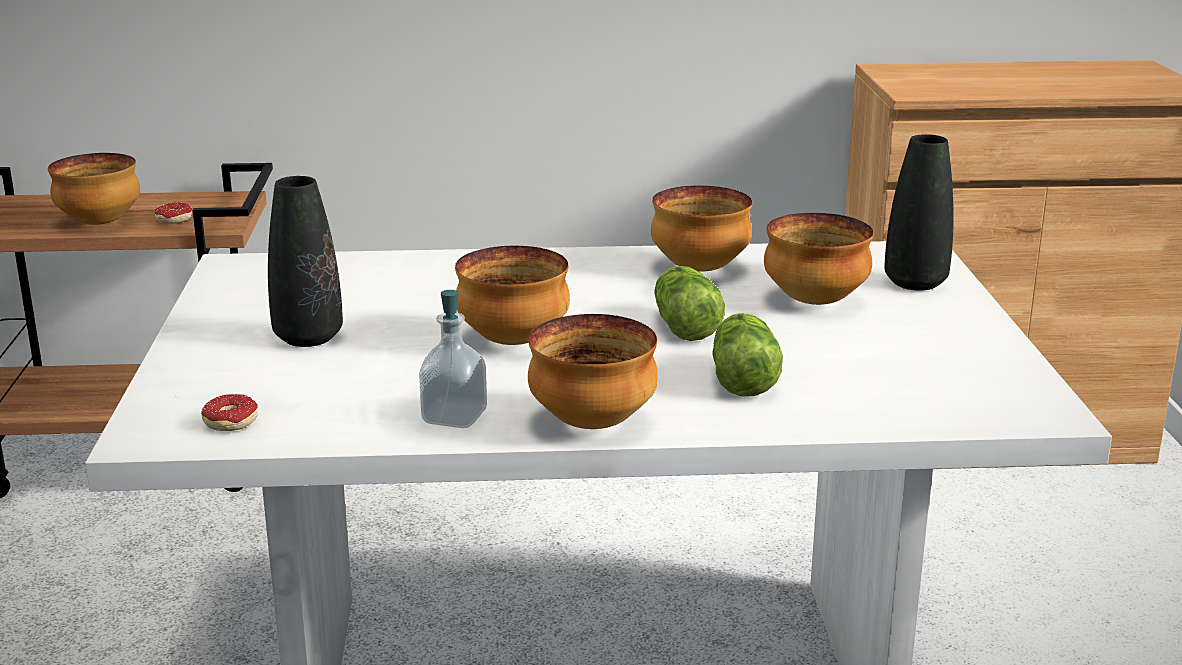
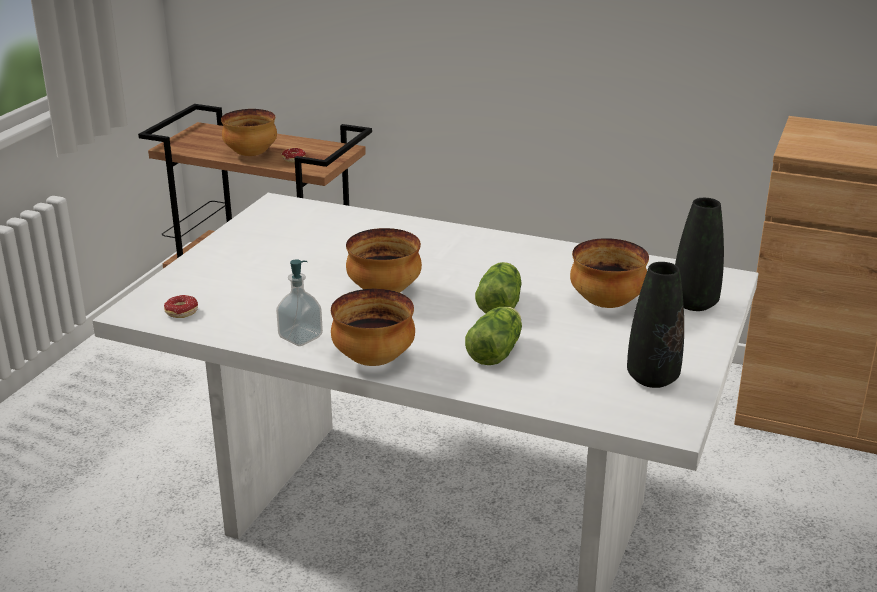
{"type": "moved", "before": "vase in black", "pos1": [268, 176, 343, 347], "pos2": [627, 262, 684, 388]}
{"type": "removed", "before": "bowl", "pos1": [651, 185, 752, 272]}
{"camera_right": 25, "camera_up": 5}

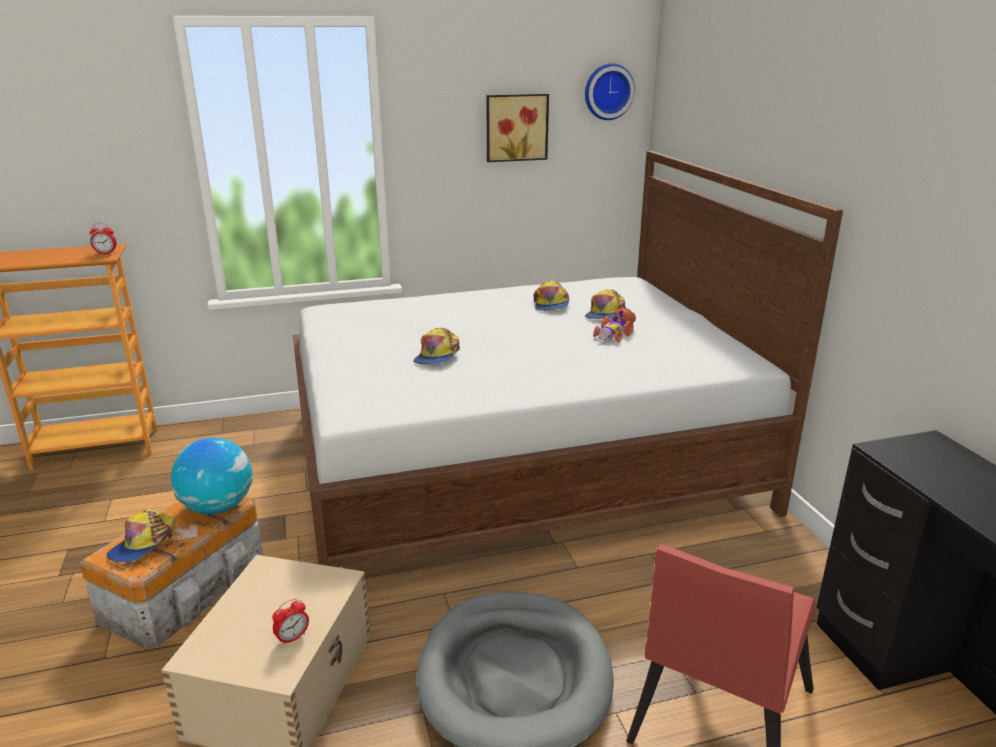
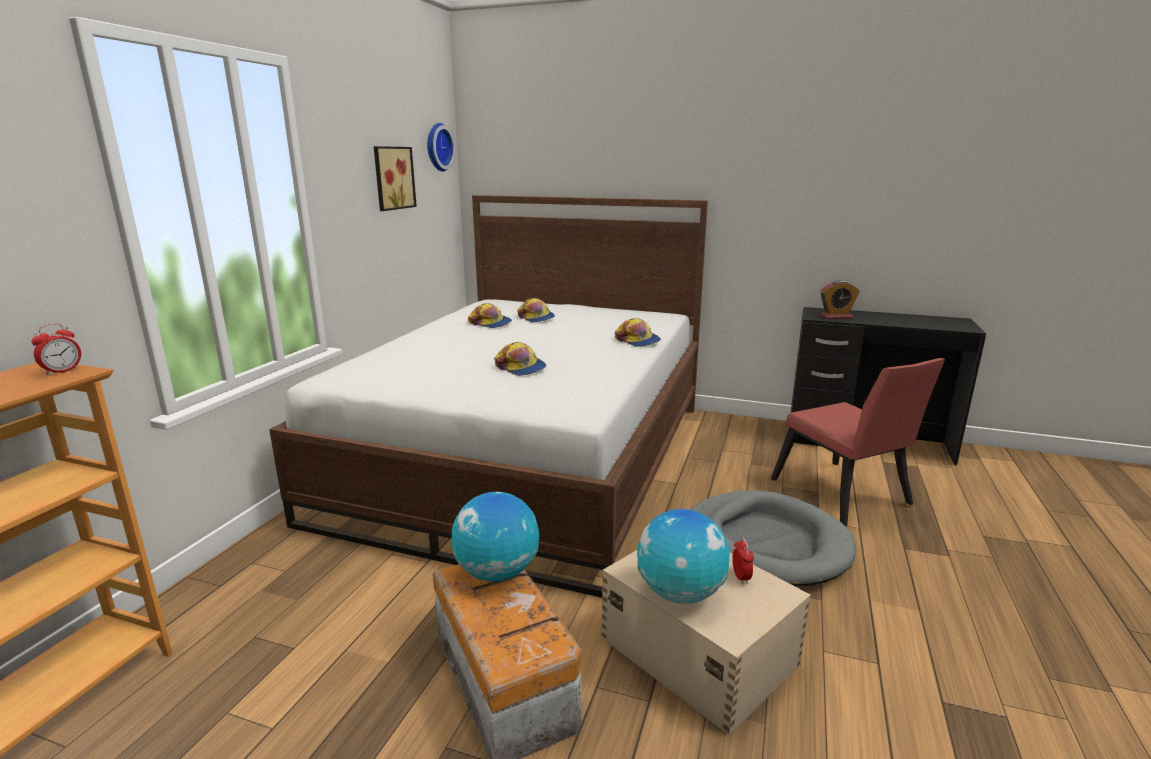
{"type": "removed", "before": "toy car", "pos1": [593, 308, 636, 342]}
{"type": "moved", "before": "cap", "pos1": [106, 508, 175, 562], "pos2": [615, 318, 661, 347]}
{"type": "added", "after": "alarm clock", "pos2": [820, 280, 860, 319]}
{"type": "added", "after": "globe", "pos2": [637, 509, 730, 604]}
{"camera_right": -55, "camera_up": -5}

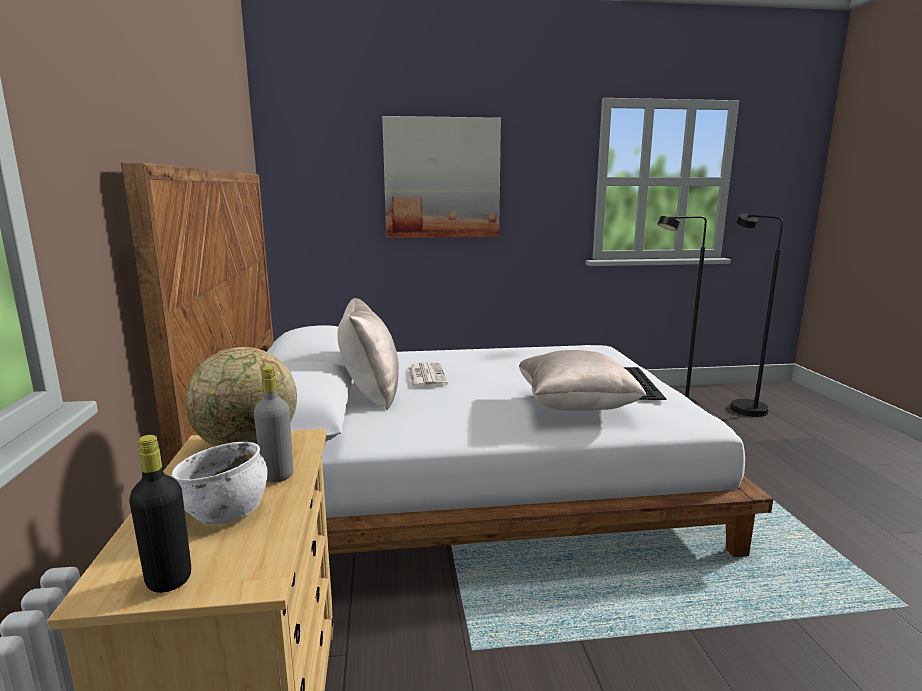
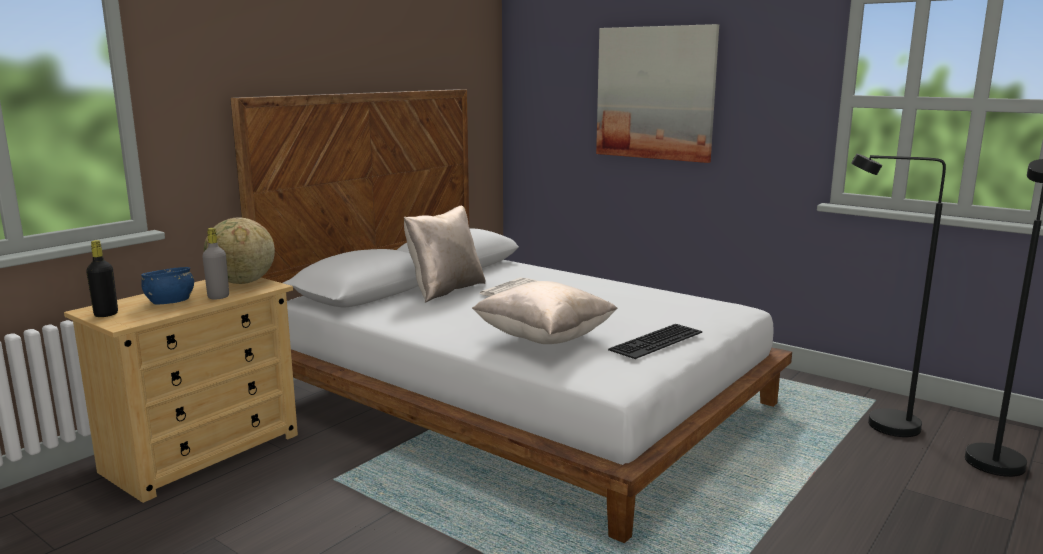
{"type": "recoloured", "before": "bowl in white", "after": "bowl in blue", "pos1": [172, 442, 267, 524], "pos2": [141, 267, 194, 304]}
{"camera_right": 45, "camera_up": 0}

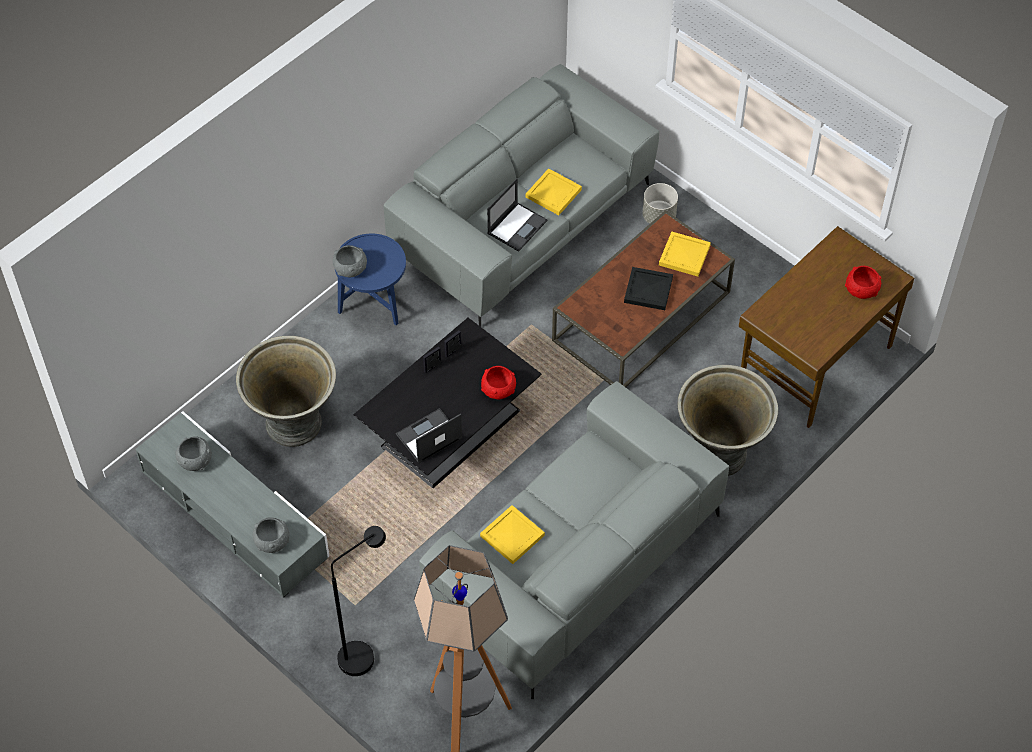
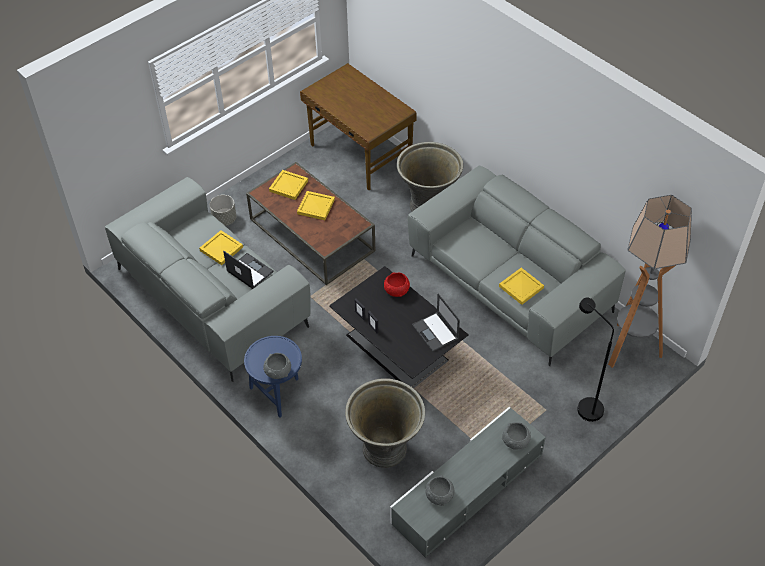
{"type": "removed", "before": "bowl in red", "pos1": [845, 266, 882, 299]}
{"type": "recoloured", "before": "tray in black", "after": "tray in yellow", "pos1": [624, 267, 673, 310], "pos2": [297, 191, 335, 220]}
{"camera_right": -85, "camera_up": -5}

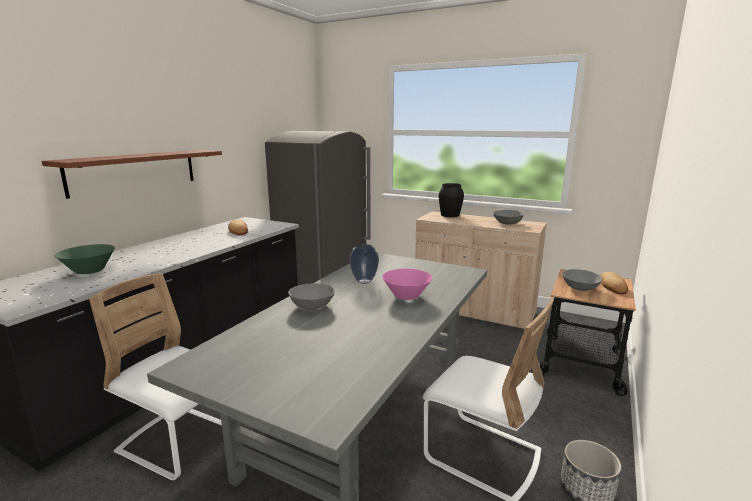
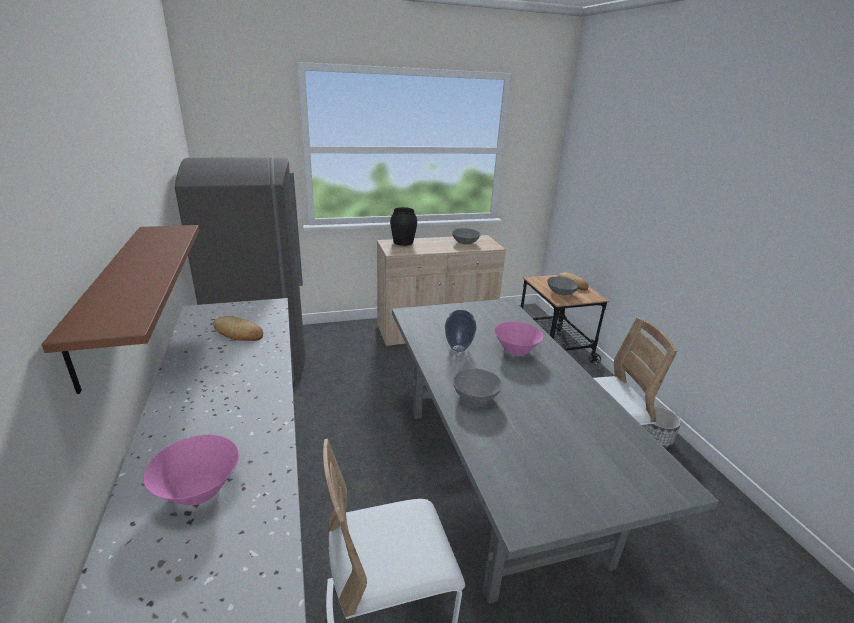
{"type": "recoloured", "before": "bowl in green", "after": "bowl in pink", "pos1": [55, 244, 115, 274], "pos2": [143, 435, 239, 506]}
{"camera_right": -45, "camera_up": 10}

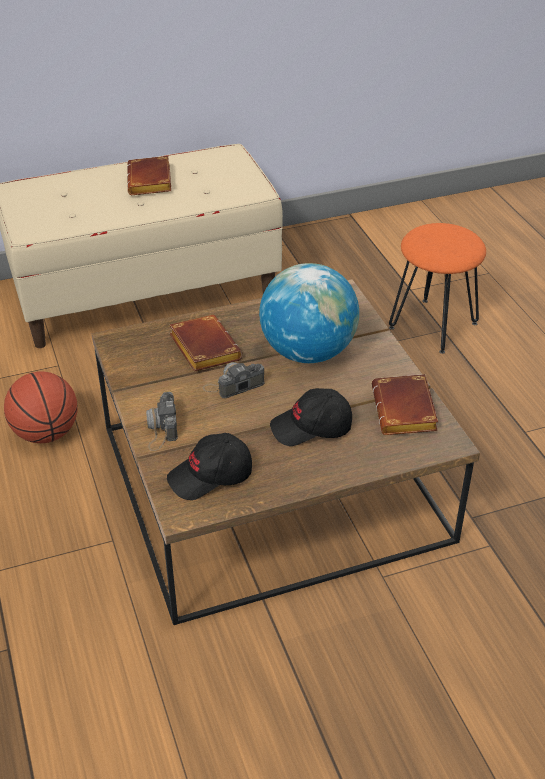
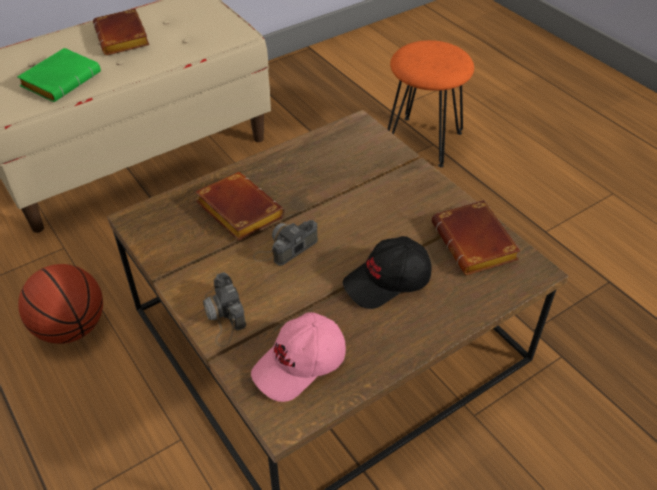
{"type": "removed", "before": "globe", "pos1": [259, 263, 359, 363]}
{"type": "recoloured", "before": "cap in black", "after": "cap in pink", "pos1": [167, 433, 252, 500], "pos2": [251, 312, 346, 402]}
{"type": "added", "after": "book in green", "pos2": [17, 48, 101, 102]}
{"camera_right": -15, "camera_up": 5}

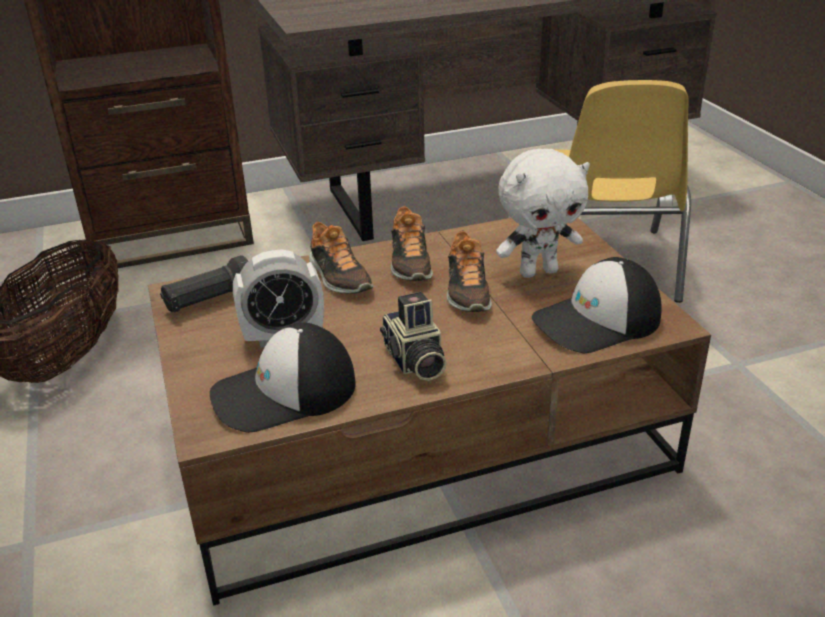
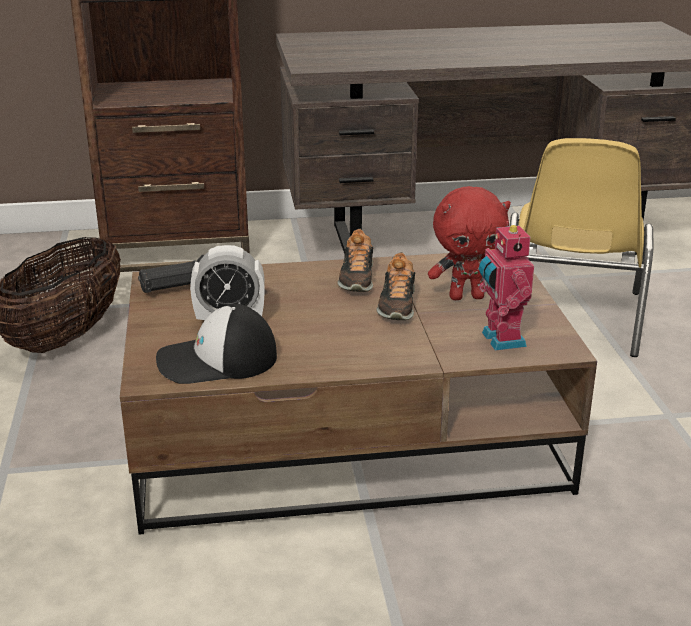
{"type": "recoloured", "before": "plush toy in white", "after": "plush toy in red", "pos1": [496, 149, 590, 278], "pos2": [428, 186, 511, 300]}
{"type": "removed", "before": "shoe", "pos1": [309, 221, 373, 294]}
{"type": "replaced", "before": "cap", "after": "toy robot", "pos1": [532, 257, 662, 353], "pos2": [479, 221, 534, 351]}
{"type": "removed", "before": "photo camera", "pos1": [380, 292, 447, 381]}
{"camera_right": 10, "camera_up": -5}

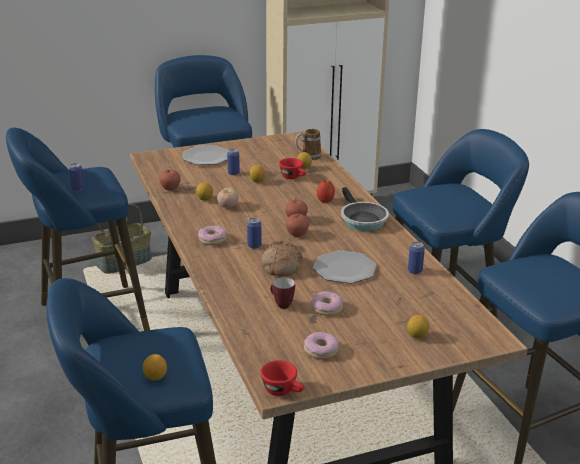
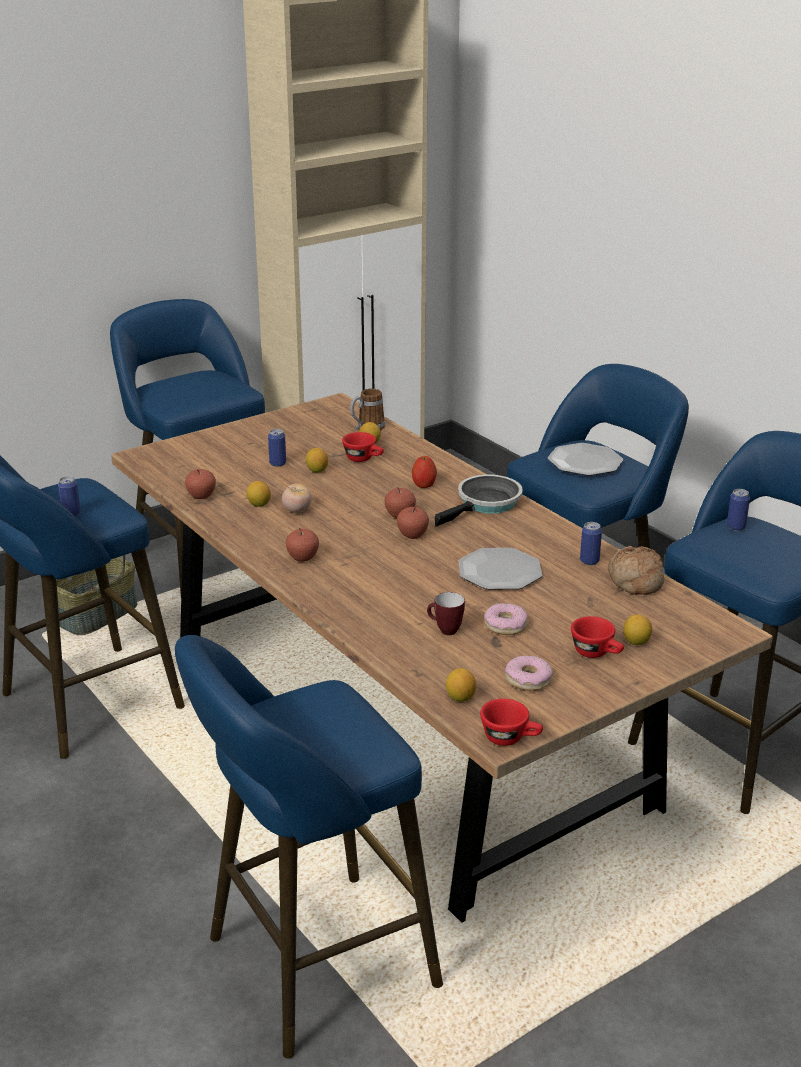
{"type": "moved", "before": "plate", "pos1": [183, 145, 228, 165], "pos2": [548, 443, 623, 476]}
{"type": "turned", "before": "frying pan", "pos1": [341, 187, 389, 231], "pos2": [435, 475, 523, 527], "turn": -105}
{"type": "moved", "before": "can", "pos1": [247, 218, 261, 249], "pos2": [727, 489, 750, 531]}
{"type": "replaced", "before": "donut", "after": "apple", "pos1": [198, 225, 227, 245], "pos2": [286, 528, 319, 562]}
{"type": "moved", "before": "bread", "pos1": [261, 241, 303, 277], "pos2": [608, 546, 664, 595]}
{"type": "moved", "before": "lemon", "pos1": [143, 354, 167, 381], "pos2": [446, 668, 476, 702]}
{"type": "added", "after": "cup in red", "pos2": [571, 616, 624, 658]}
{"camera_right": -15, "camera_up": 0}

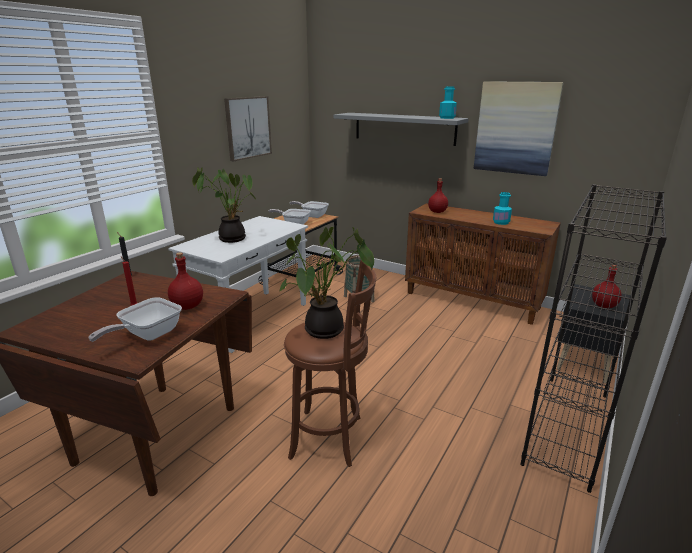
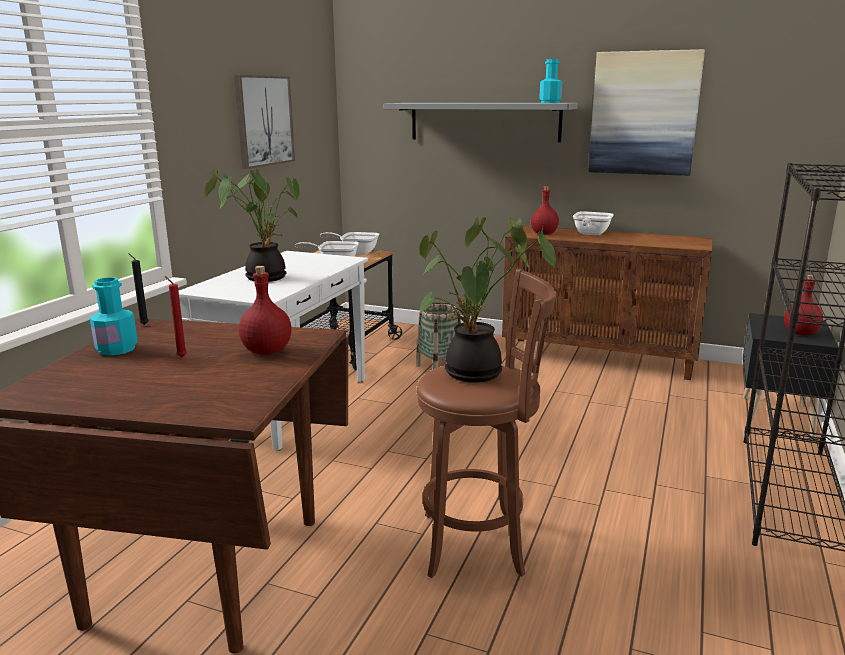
{"type": "moved", "before": "bottle in turquoise", "pos1": [493, 192, 512, 225], "pos2": [90, 277, 138, 356]}
{"type": "moved", "before": "frying pan", "pos1": [88, 297, 182, 342], "pos2": [573, 211, 614, 235]}
{"camera_right": -10, "camera_up": -5}

